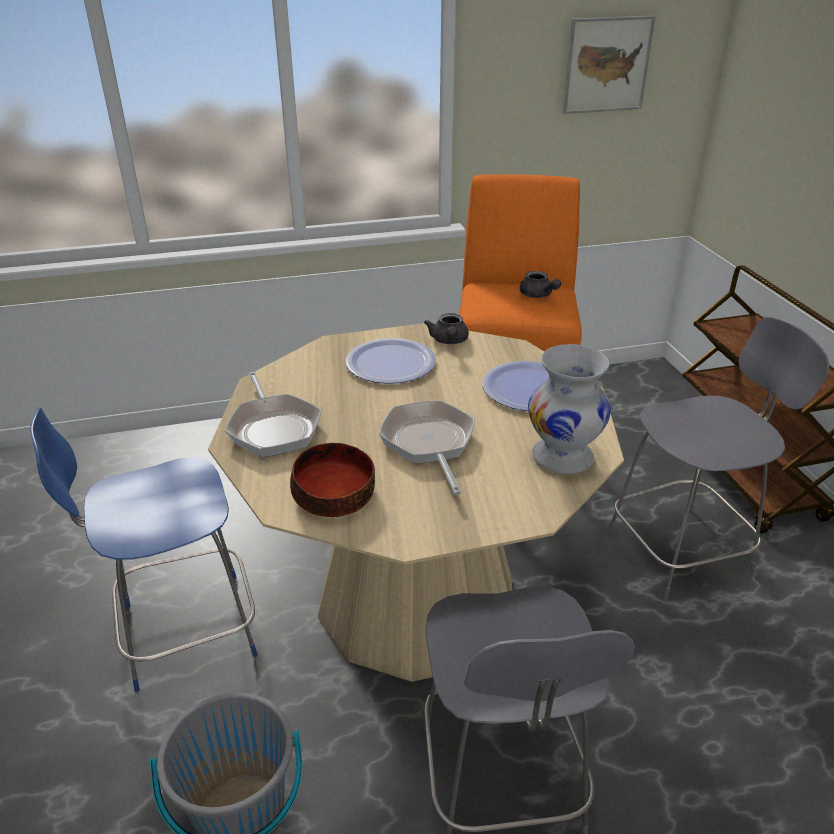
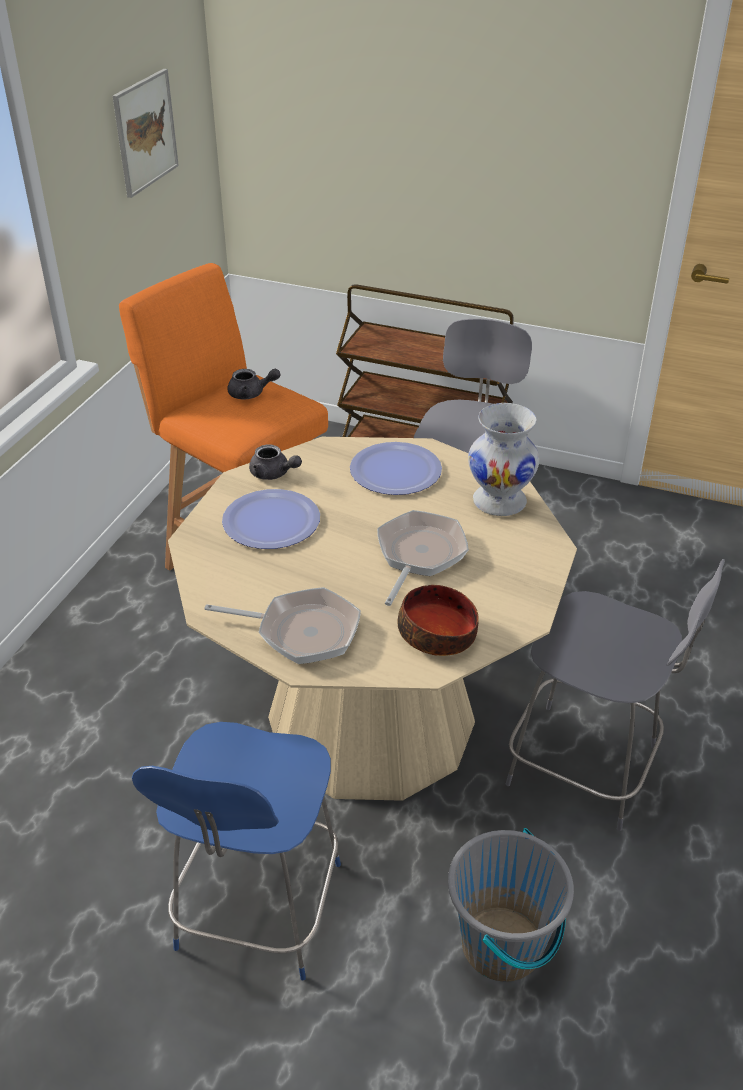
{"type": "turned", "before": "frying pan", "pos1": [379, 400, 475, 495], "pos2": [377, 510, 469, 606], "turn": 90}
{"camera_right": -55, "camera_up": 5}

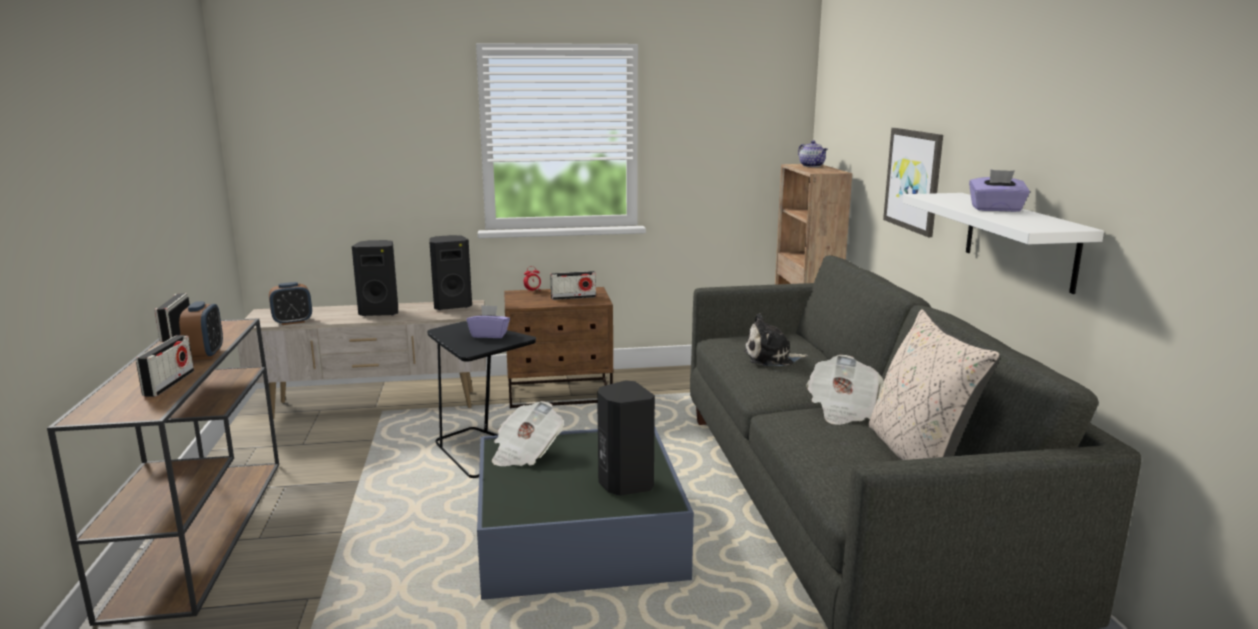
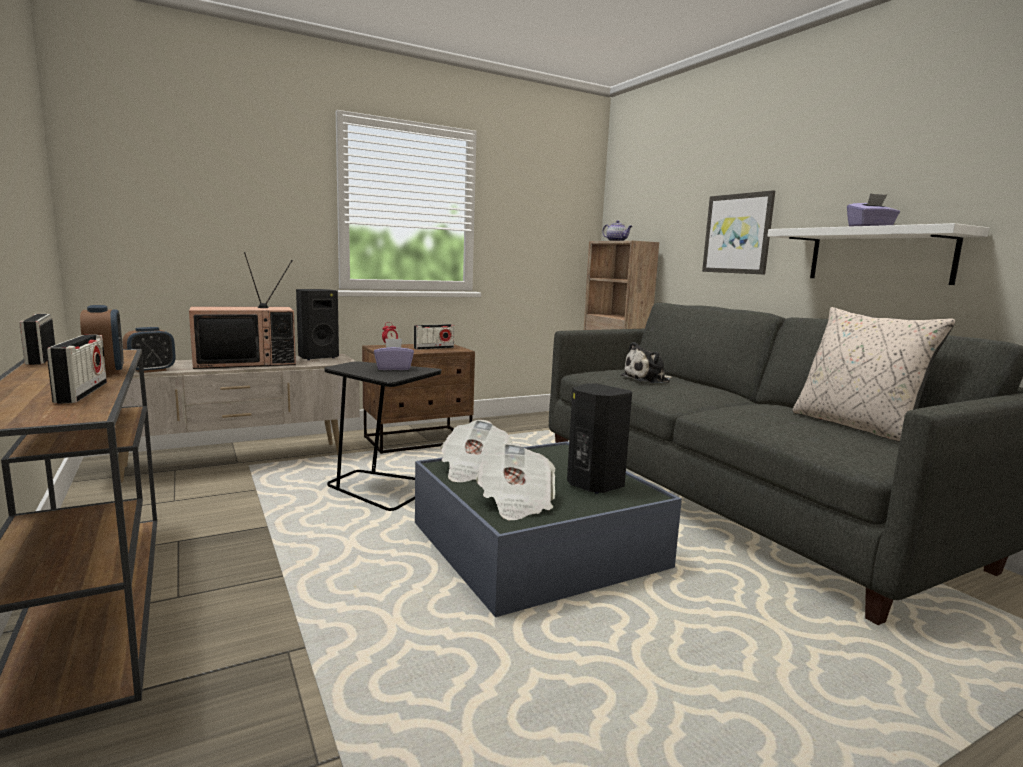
{"type": "replaced", "before": "speaker in black", "after": "television", "pos1": [352, 240, 398, 316], "pos2": [189, 252, 296, 369]}
{"type": "moved", "before": "newspaper", "pos1": [806, 355, 884, 425], "pos2": [476, 443, 555, 520]}
{"camera_right": -20, "camera_up": -5}

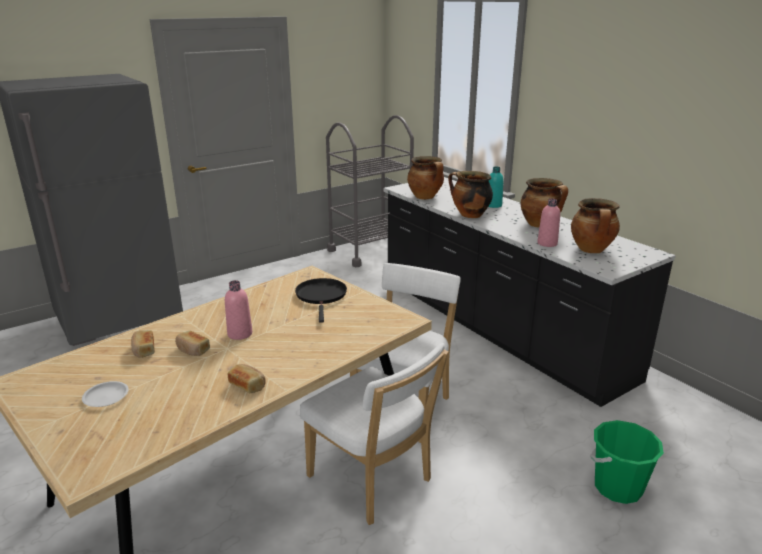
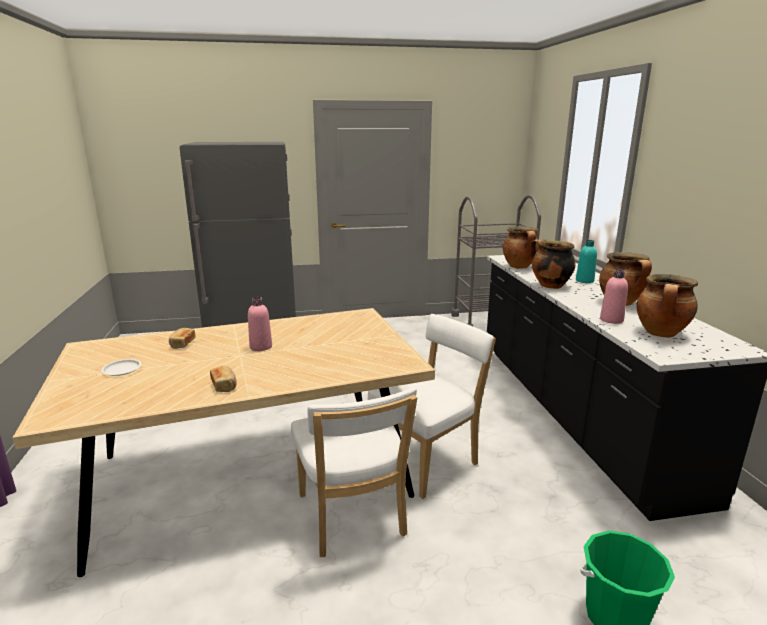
{"type": "removed", "before": "frying pan in black", "pos1": [295, 278, 347, 323]}
{"type": "removed", "before": "bread", "pos1": [175, 331, 210, 356]}
{"camera_right": 25, "camera_up": -5}

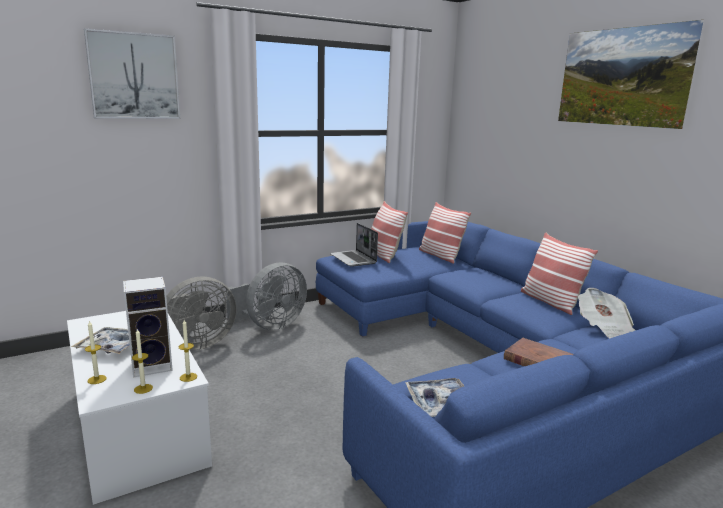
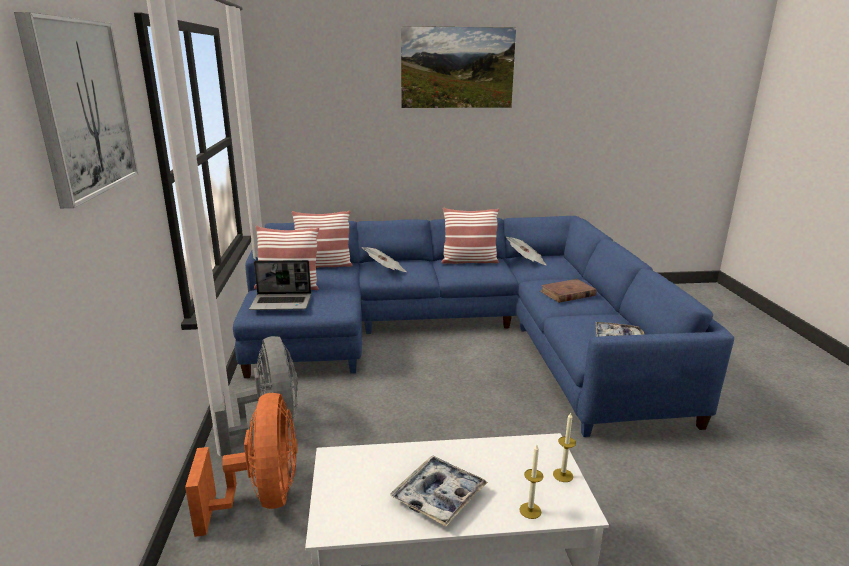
{"type": "recoloured", "before": "fan in grey", "after": "fan in orange", "pos1": [166, 276, 237, 350], "pos2": [185, 393, 297, 537]}
{"type": "removed", "before": "speaker", "pos1": [123, 277, 173, 378]}
{"type": "removed", "before": "candle", "pos1": [179, 320, 197, 382]}
{"type": "added", "after": "newspaper", "pos2": [362, 247, 407, 272]}
{"camera_right": -65, "camera_up": 5}

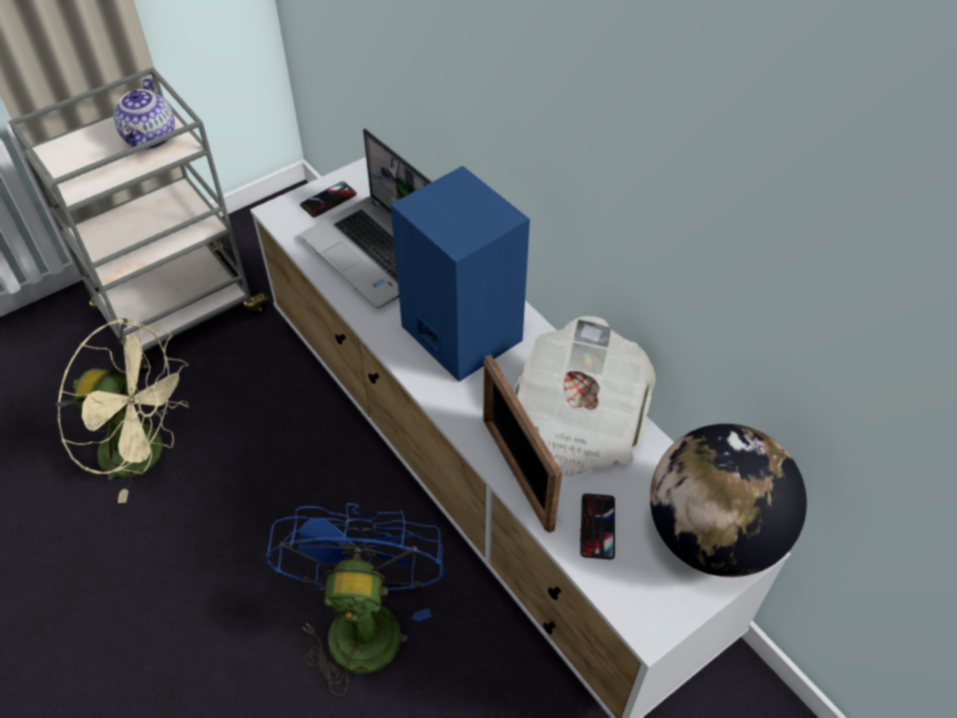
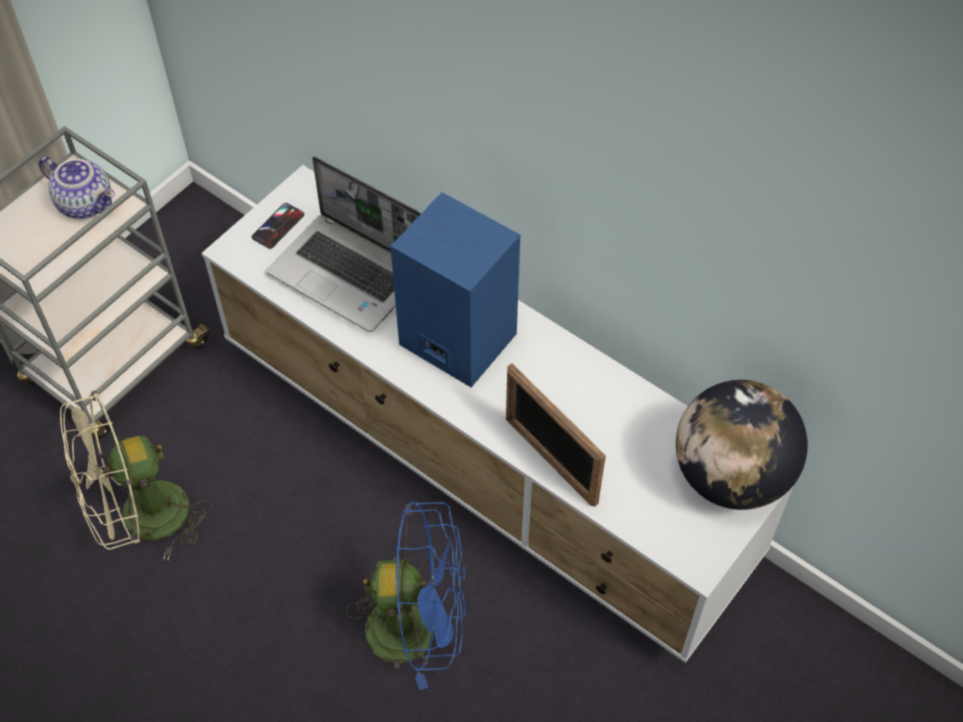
{"type": "turned", "before": "teapot", "pos1": [114, 78, 175, 149], "pos2": [38, 156, 115, 219], "turn": -45}
{"type": "removed", "before": "newspaper", "pos1": [516, 316, 656, 478]}
{"type": "turned", "before": "fan in beige", "pos1": [56, 318, 189, 503], "pos2": [60, 391, 213, 561], "turn": 150}
{"type": "removed", "before": "phone", "pos1": [580, 493, 615, 560]}
{"type": "turned", "before": "fan in blue", "pos1": [266, 503, 445, 696], "pos2": [346, 502, 466, 691], "turn": 105}
{"camera_right": -15, "camera_up": 5}

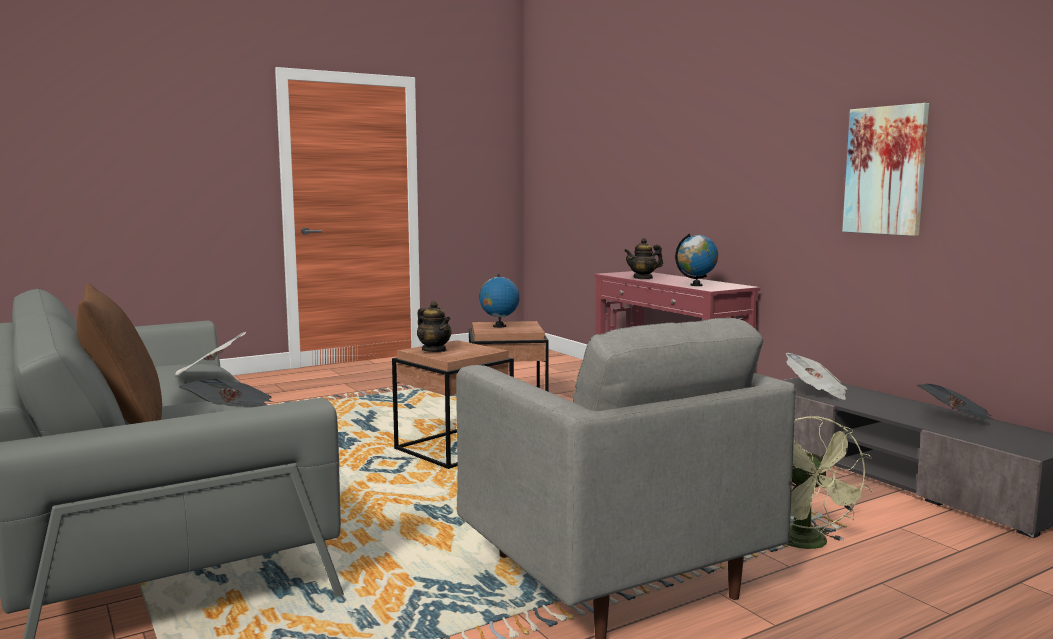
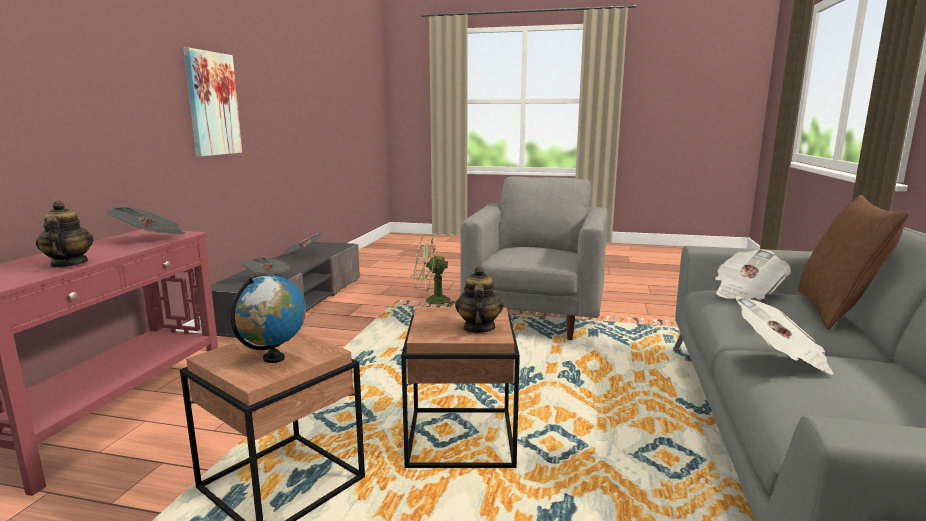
{"type": "replaced", "before": "globe", "after": "newspaper", "pos1": [675, 233, 718, 286], "pos2": [106, 207, 186, 234]}
{"type": "turned", "before": "teapot", "pos1": [624, 238, 663, 279], "pos2": [36, 201, 94, 268], "turn": -135}
{"type": "turned", "before": "fan in green", "pos1": [774, 416, 873, 549], "pos2": [414, 235, 455, 308], "turn": -135}
{"camera_right": -135, "camera_up": 5}

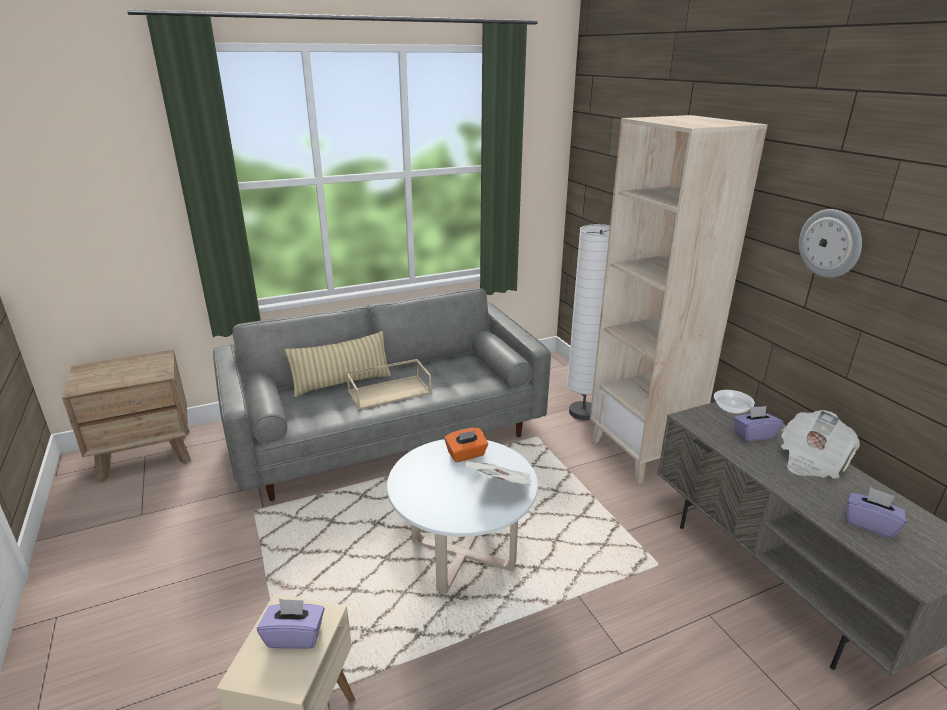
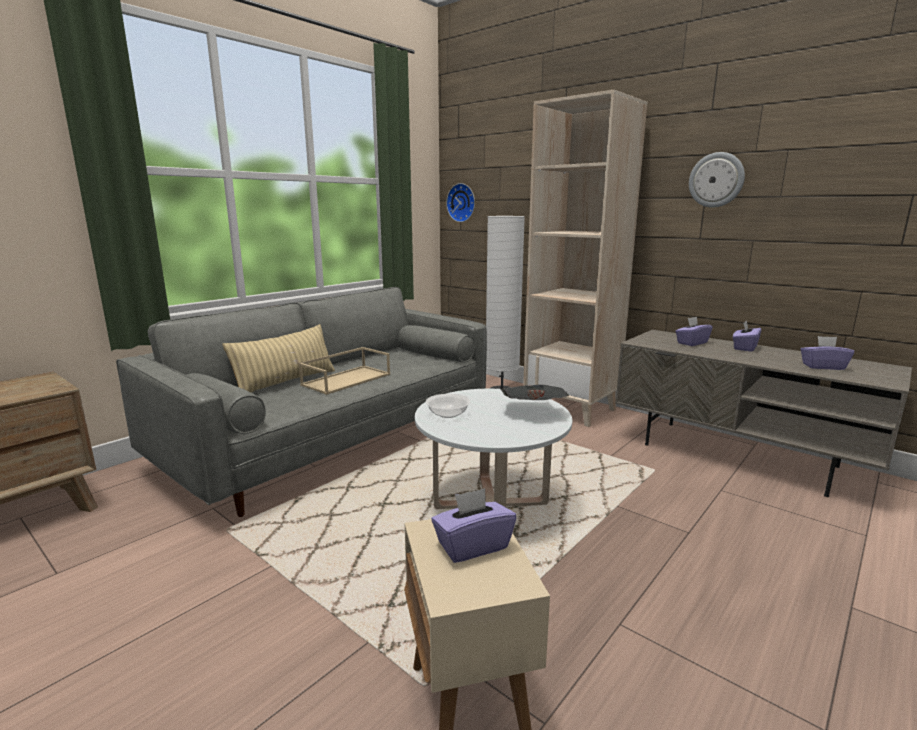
{"type": "moved", "before": "bowl", "pos1": [714, 390, 755, 414], "pos2": [426, 394, 470, 418]}
{"type": "replaced", "before": "newspaper", "after": "tissue box in purple", "pos1": [781, 410, 860, 479], "pos2": [733, 320, 761, 352]}
{"type": "removed", "before": "tissue box in orange", "pos1": [444, 428, 488, 463]}
{"type": "added", "after": "wall clock", "pos2": [446, 183, 475, 222]}
{"camera_right": -25, "camera_up": -10}

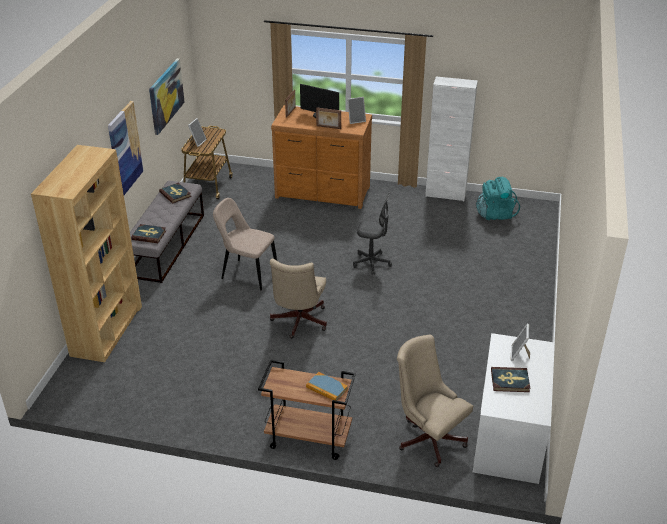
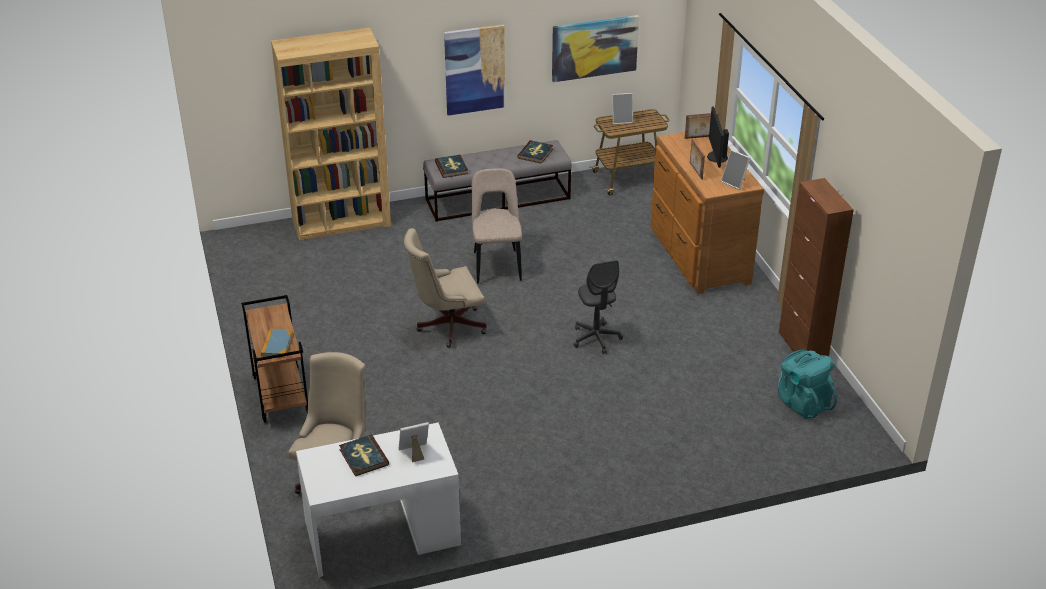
{"type": "recoloured", "before": "cabinet in white", "after": "cabinet in brown", "pos1": [425, 76, 478, 201], "pos2": [779, 178, 854, 356]}
{"camera_right": 60, "camera_up": 0}

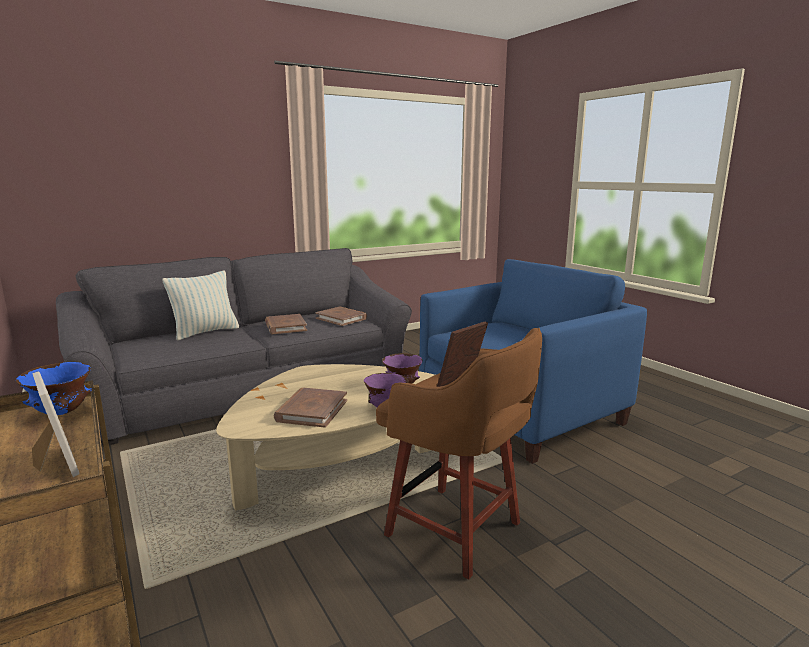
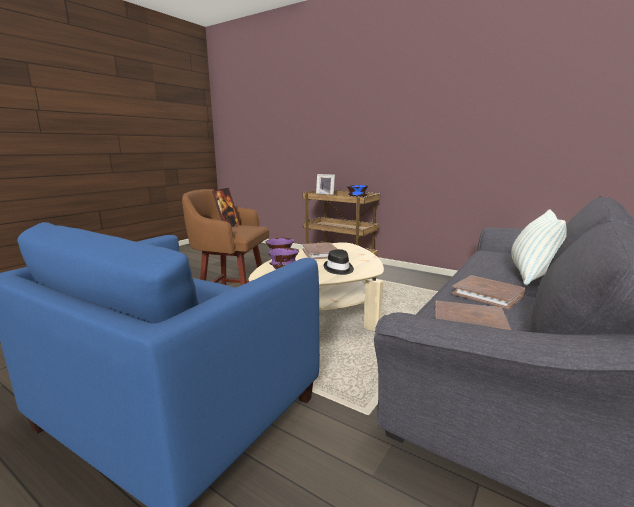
{"type": "added", "after": "hat in black", "pos2": [324, 249, 354, 275]}
{"camera_right": 155, "camera_up": 0}

